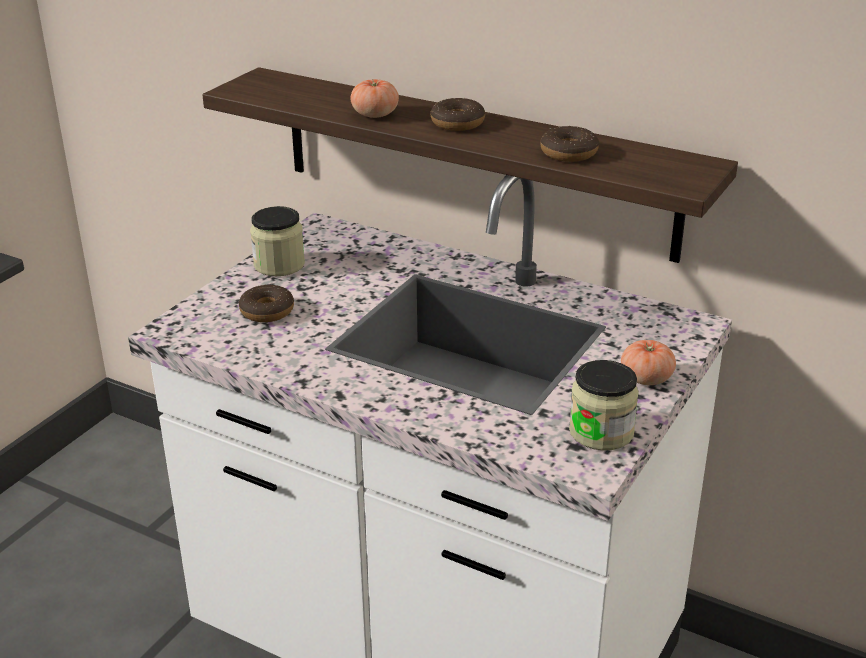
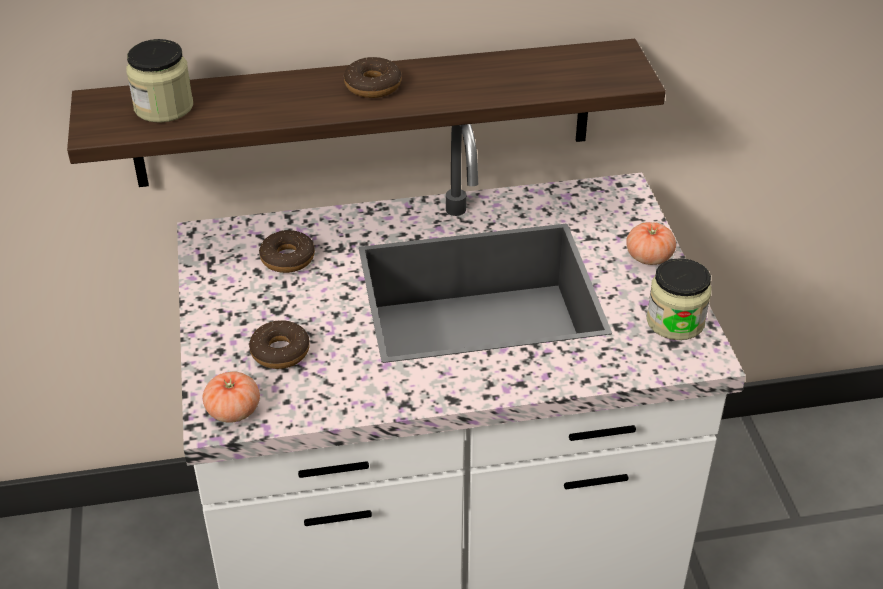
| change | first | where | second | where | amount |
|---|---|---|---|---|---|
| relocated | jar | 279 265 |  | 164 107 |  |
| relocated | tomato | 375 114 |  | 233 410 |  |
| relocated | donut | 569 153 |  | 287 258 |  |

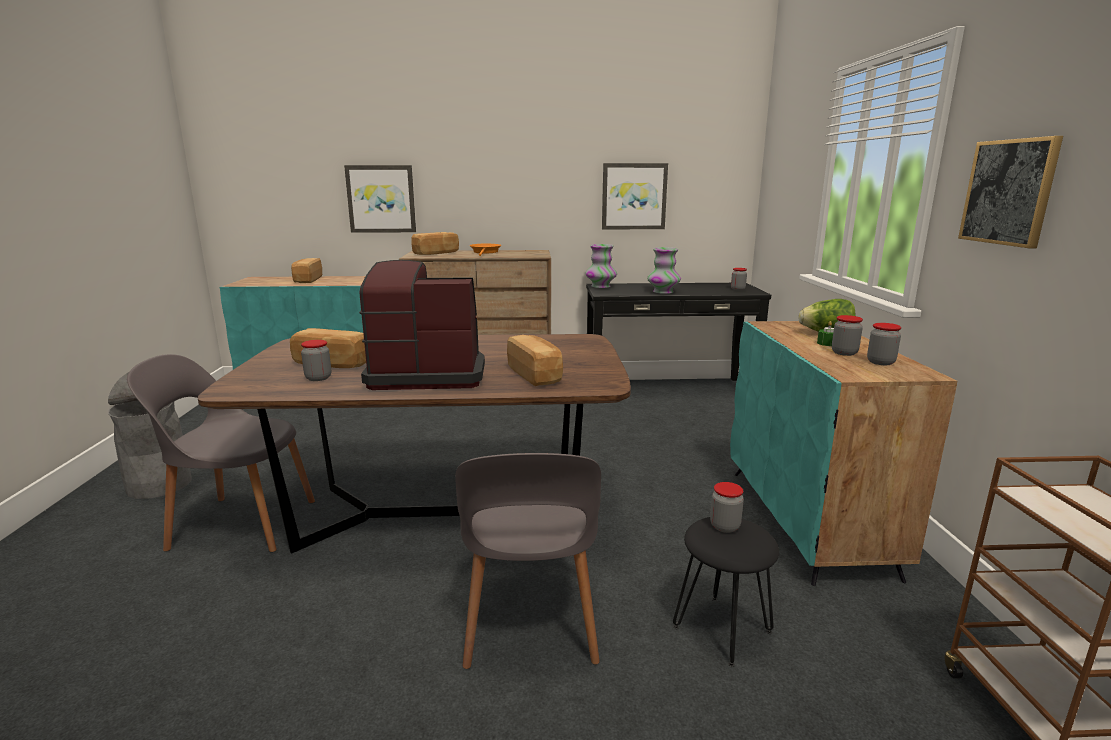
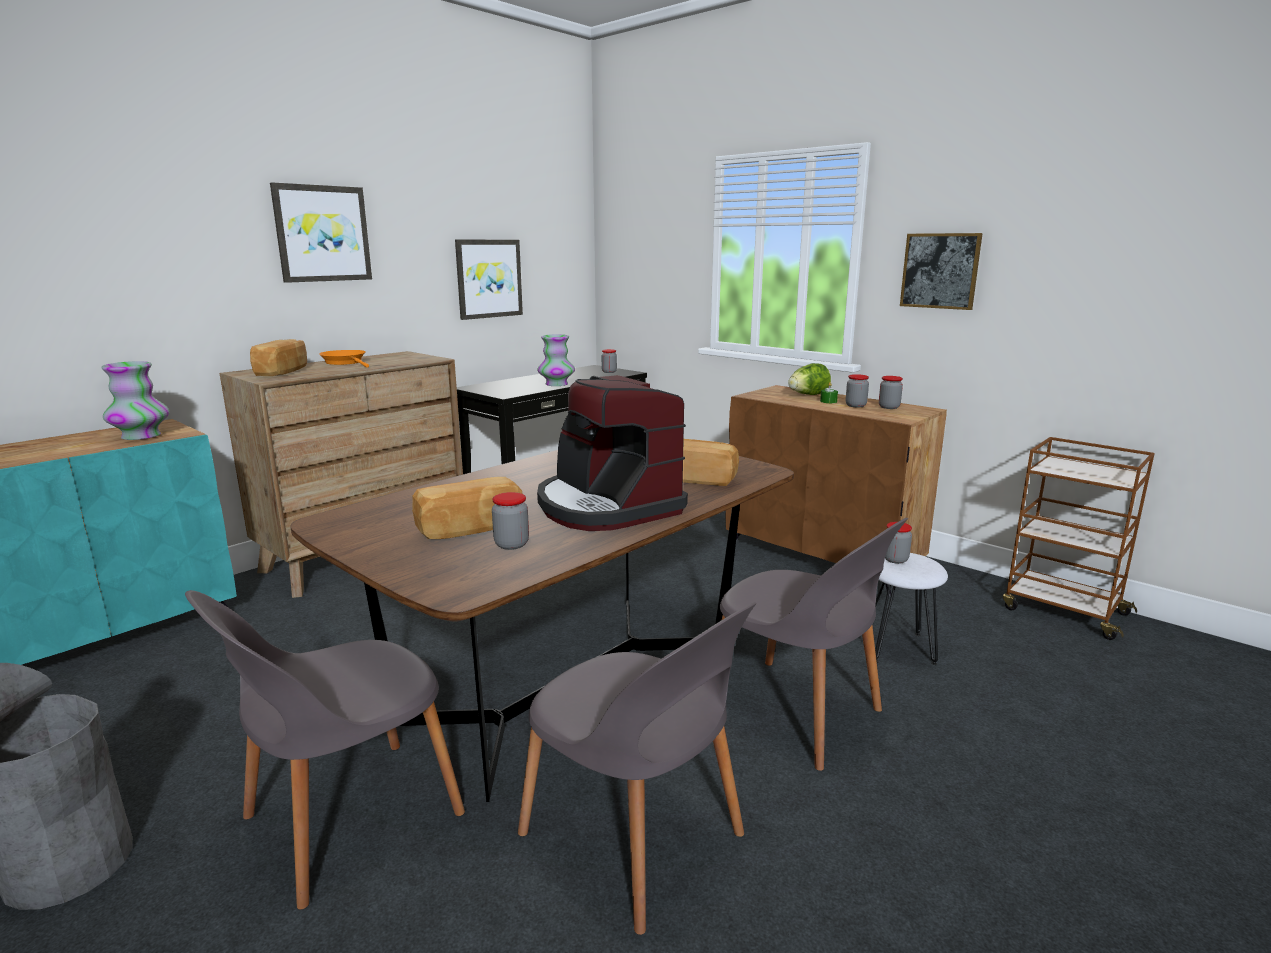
| change | first | where | second | where | amount |
|---|---|---|---|---|---|
| missing | bread | 307 280 |  |  |  |
| appeared |  |  | grey chair | 635 838 |  |
| relocated | picture | 381 199 |  | 322 233 |  |
| relocated | vase | 600 286 |  | 141 436 |  |
| colour | black stool | 723 630 | white stool | 898 647 |  |
| colour | turquoise cabinet | 808 521 | brown cabinet | 823 558 |  |
| spun | coffee machine | 426 374 |  | 607 506 | 75 degrees counterclockwise |

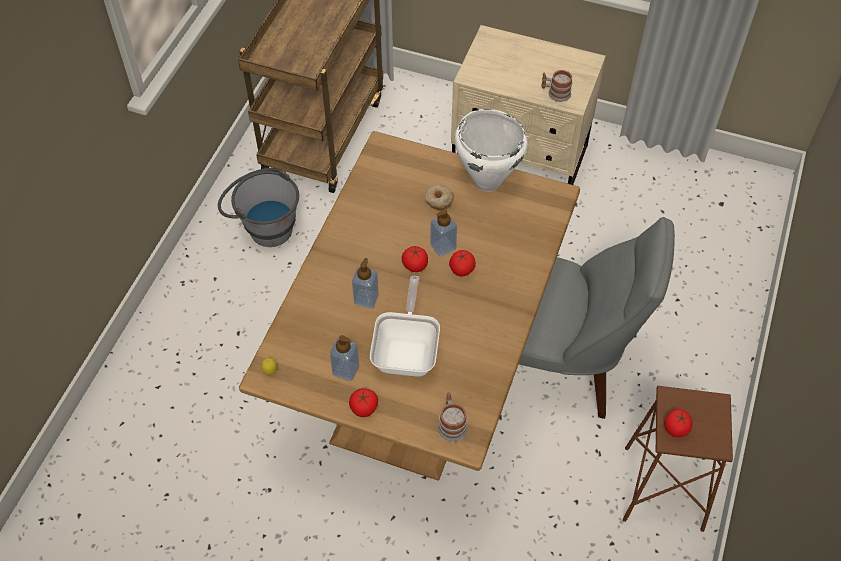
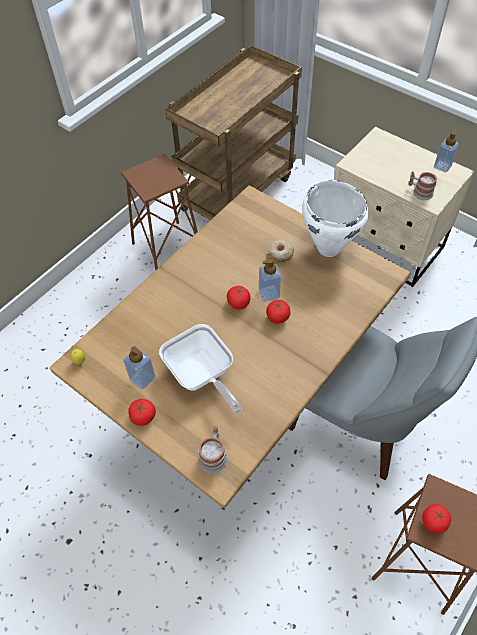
| change | first | where | second | where | amount |
|---|---|---|---|---|---|
| relocated | soap dispenser | 366 299 |  | 442 166 |  |
| exchanged | grey bucket | 264 226 | brown stool | 168 249 |  |
| spun | frying pan | 407 351 |  | 202 376 | 120 degrees clockwise |

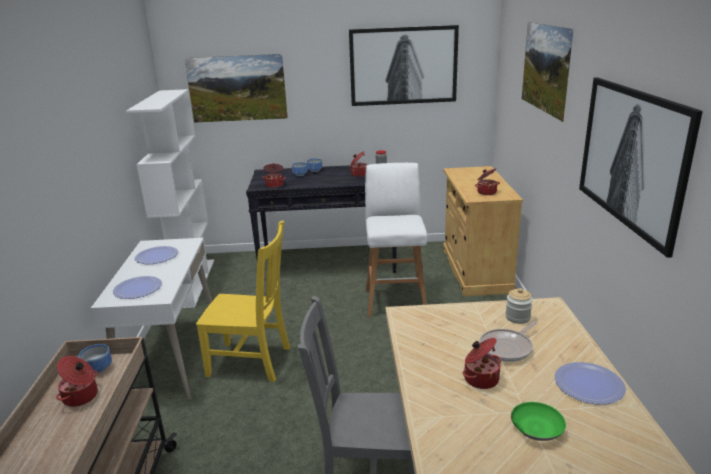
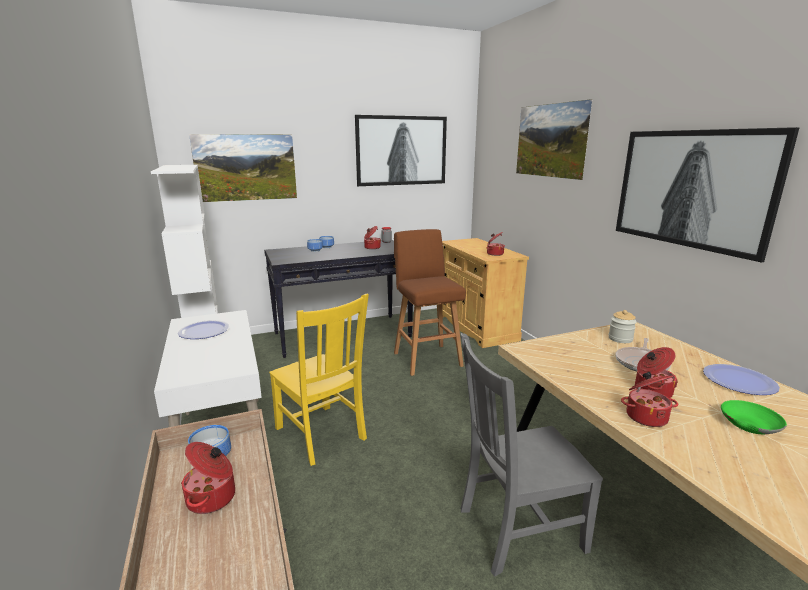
| change | first | where | second | where | amount |
|---|---|---|---|---|---|
| missing | plate | 138 289 |  |  |  |
| relocated | cooking pot | 274 185 |  | 646 416 |  |
| colour | white stool | 395 299 | brown stool | 426 358 |  |
| spun | yellow chair | 252 361 |  | 321 435 | 60 degrees clockwise |

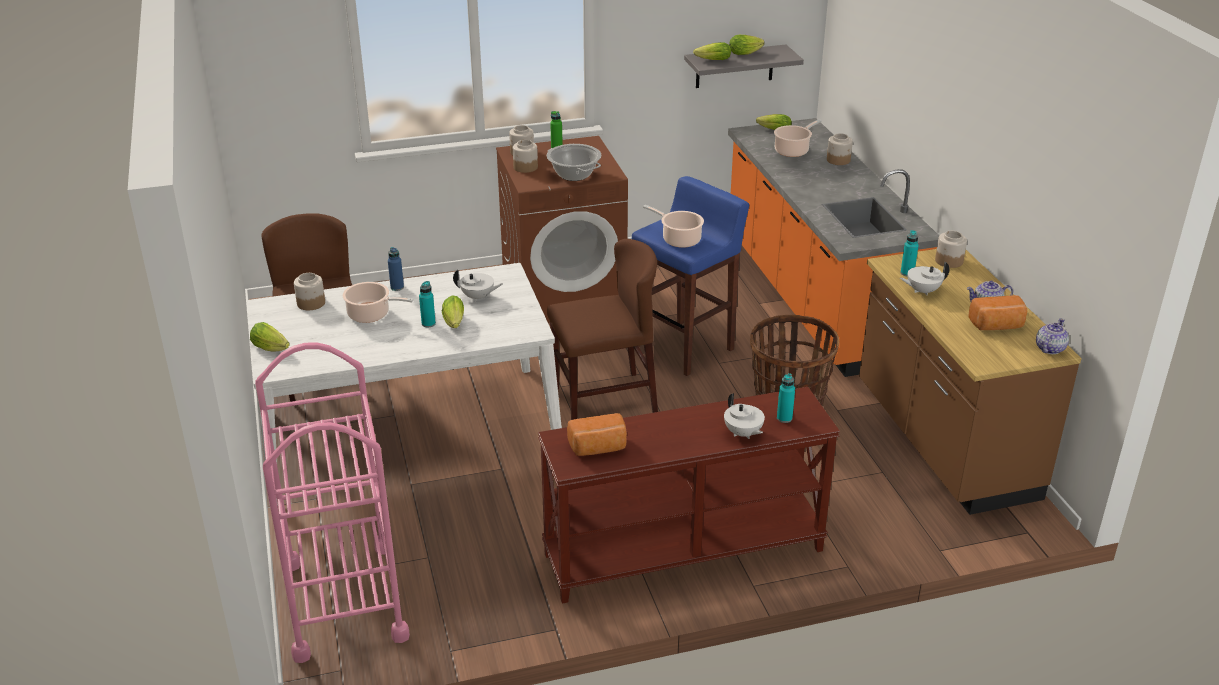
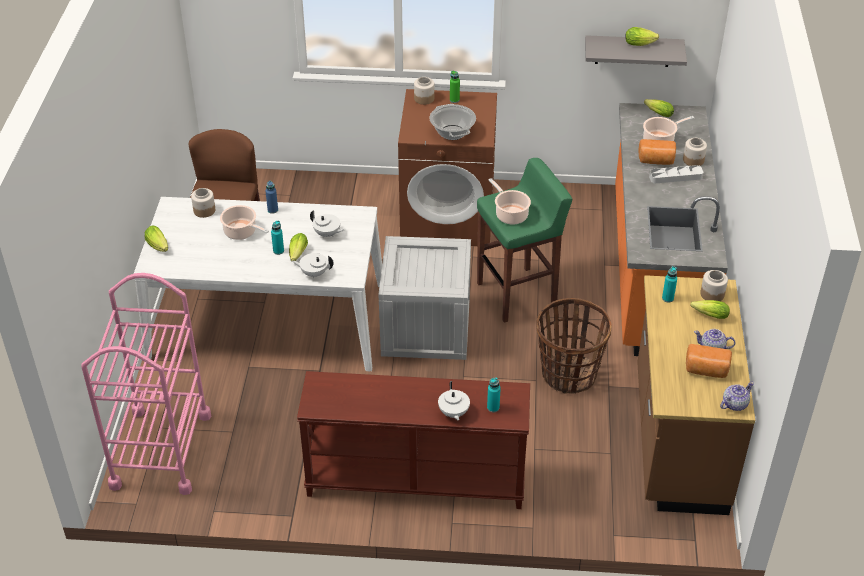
| change | first | where | second | where | amount |
|---|---|---|---|---|---|
| missing | jar | 525 167 |  |  |  |
| appeared |  |  | grey tray | 675 177 |  |
| relocated | bread | 598 448 |  | 656 161 |  |
| relocated | lettuce | 711 60 |  | 708 315 |  |
| relocated | white teapot | 922 291 |  | 314 273 |  |
| exchanged | brown chair | 604 400 | crate | 427 329 |  |
| colour | blue stool | 685 347 | green stool | 518 294 |  |

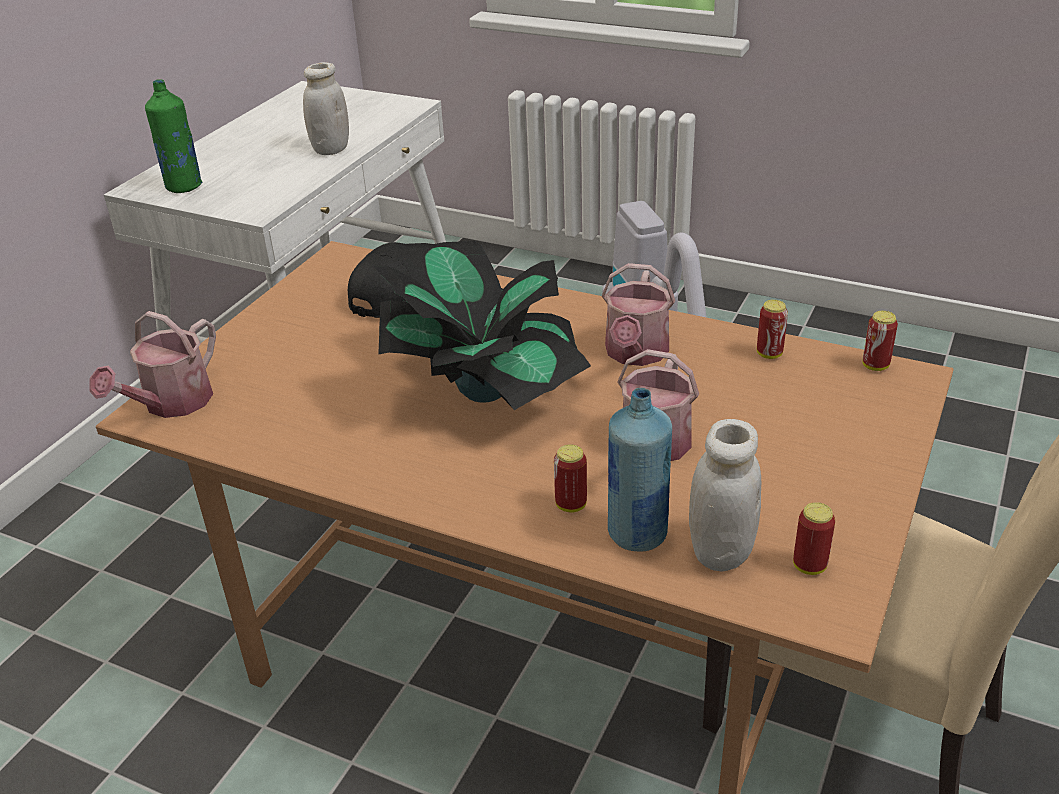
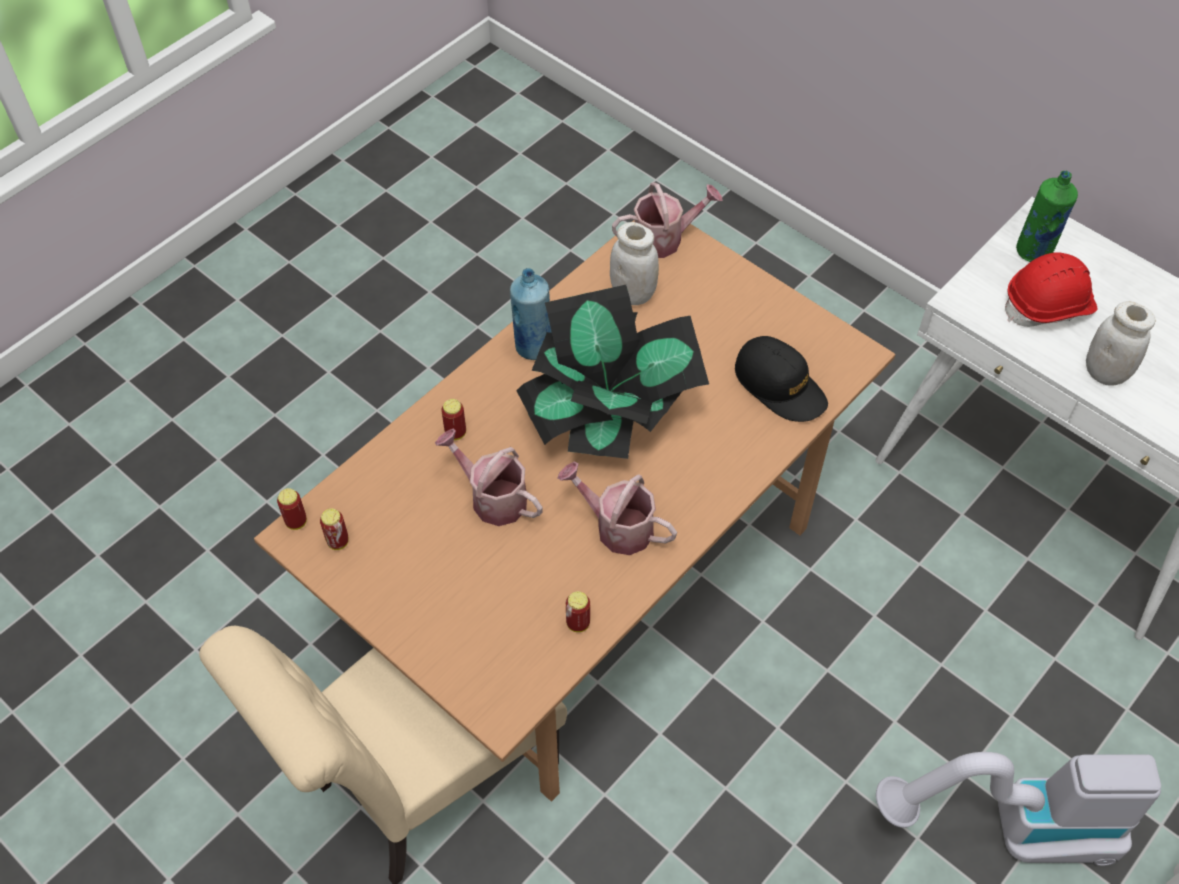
| change | first | where | second | where | amount |
|---|---|---|---|---|---|
| appeared |  |  | red hard hat | 1049 306 |  |
| relocated | blue bottle | 637 534 |  | 533 346 |  |
| relocated | white jar | 720 552 |  | 633 294 |  |
| relocated | can | 875 366 |  | 296 521 |  |
| spun | watering can | 171 404 |  | 664 238 | 120 degrees clockwise |

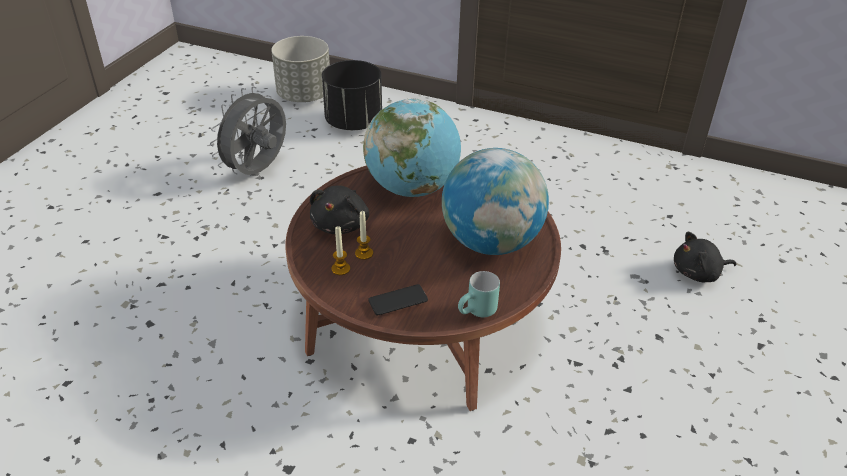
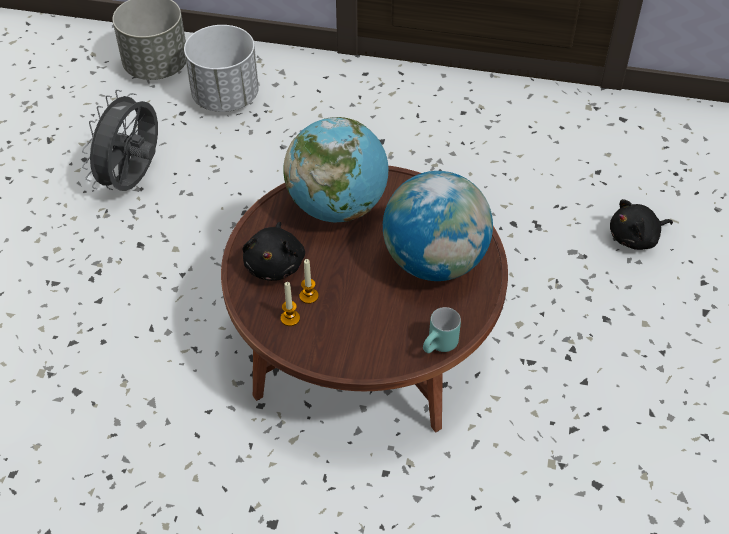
| change | first | where | second | where | amount |
|---|---|---|---|---|---|
| missing | phone | 398 300 |  |  |  |
| colour | black planter | 353 123 | white planter | 225 97 |  |

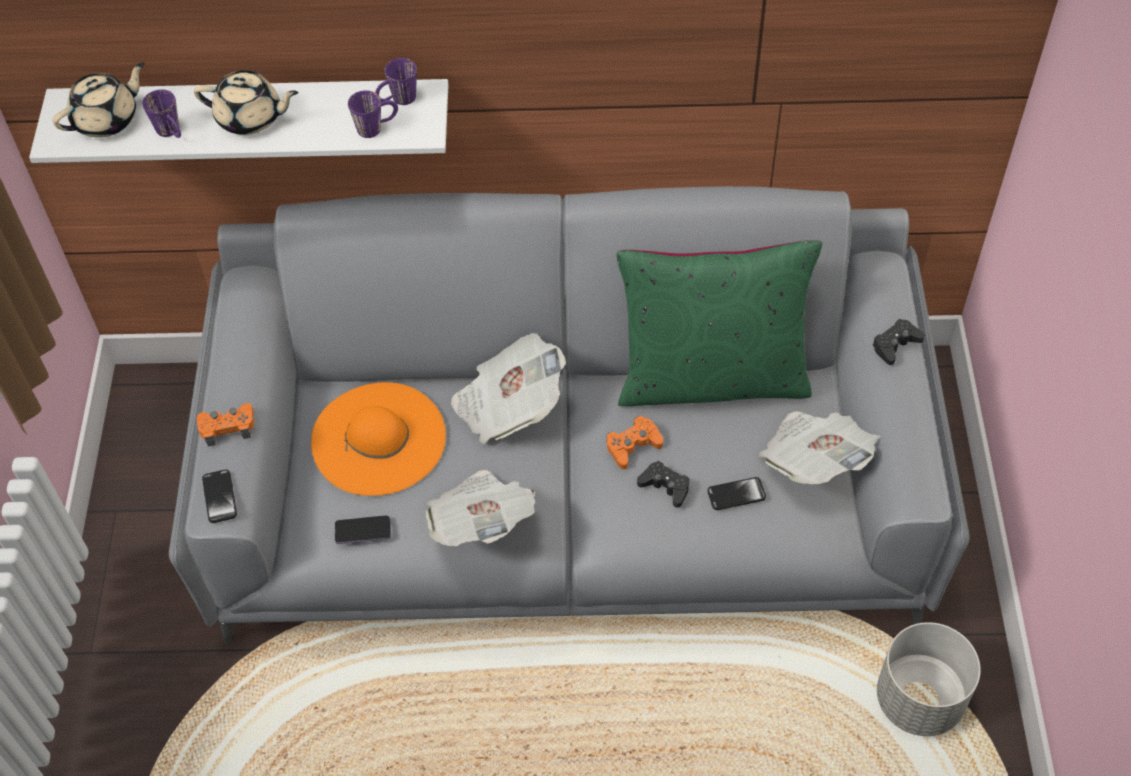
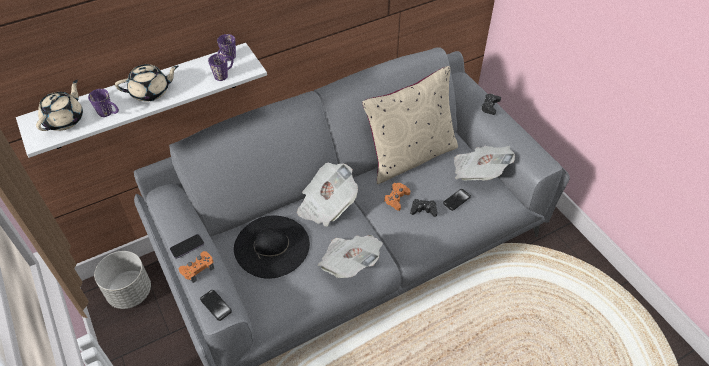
| change | first | where | second | where | amount |
|---|---|---|---|---|---|
| relocated | phone | 363 531 |  | 187 247 |  |
| relocated | grey planter | 919 699 |  | 130 292 |  |
| colour | orange hat | 378 438 | black hat | 272 246 |  |
| colour | green pillow | 712 377 | beige pillow | 410 156 |  |

